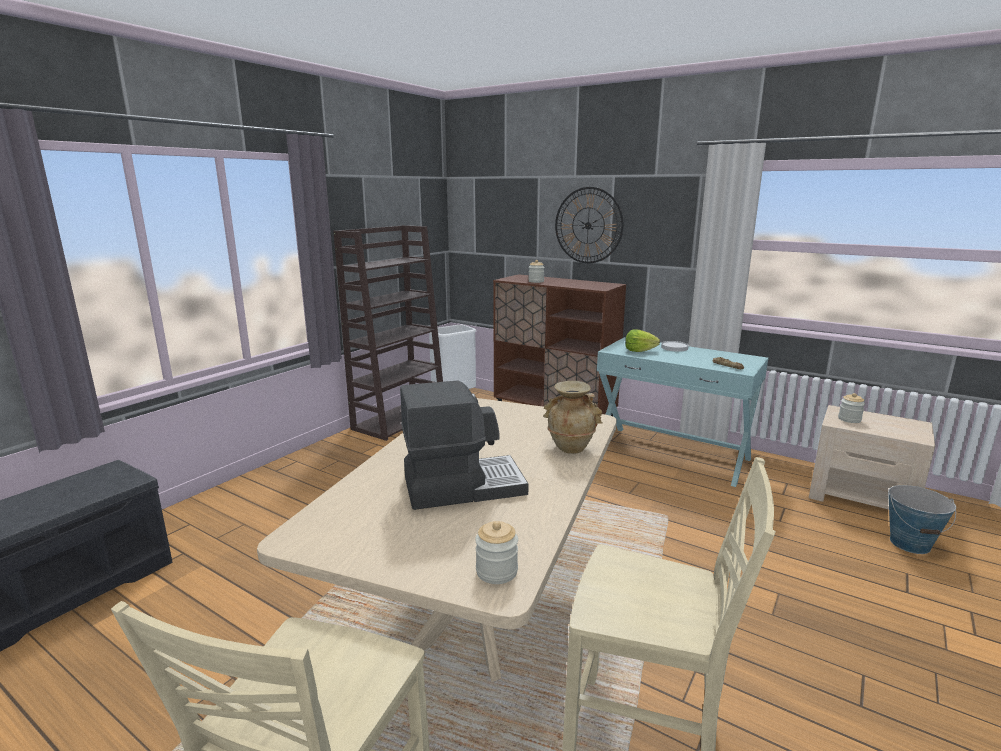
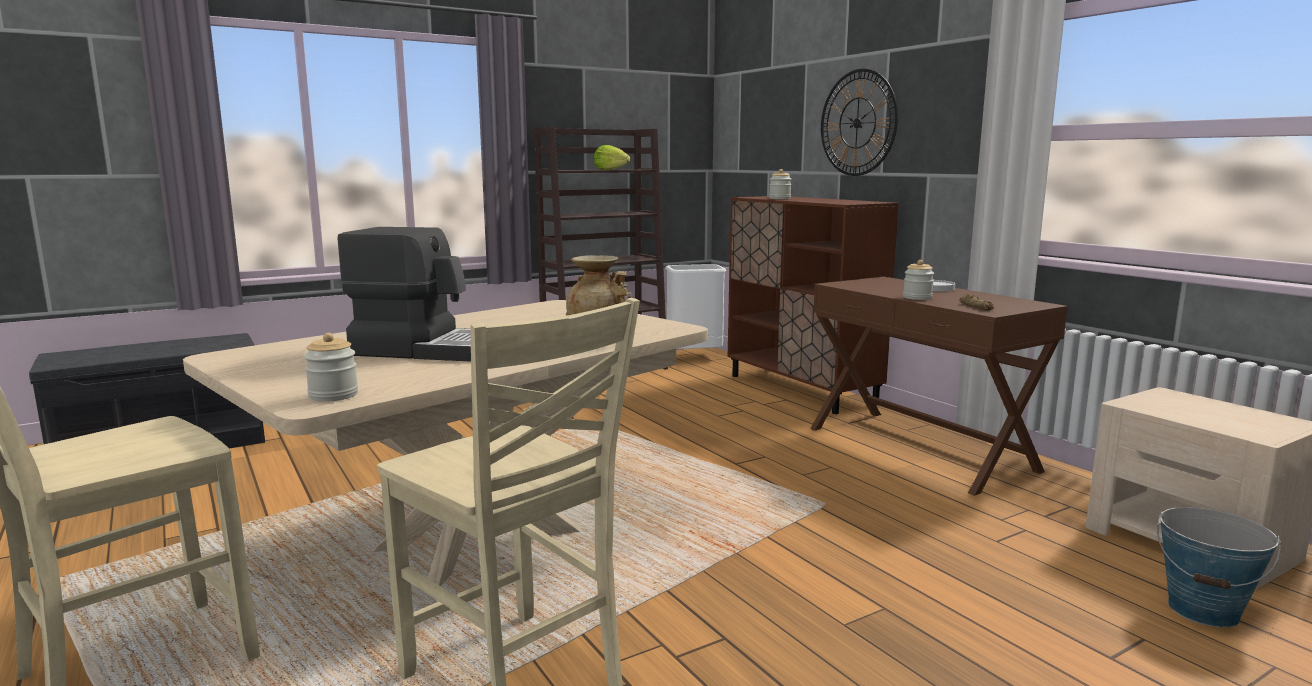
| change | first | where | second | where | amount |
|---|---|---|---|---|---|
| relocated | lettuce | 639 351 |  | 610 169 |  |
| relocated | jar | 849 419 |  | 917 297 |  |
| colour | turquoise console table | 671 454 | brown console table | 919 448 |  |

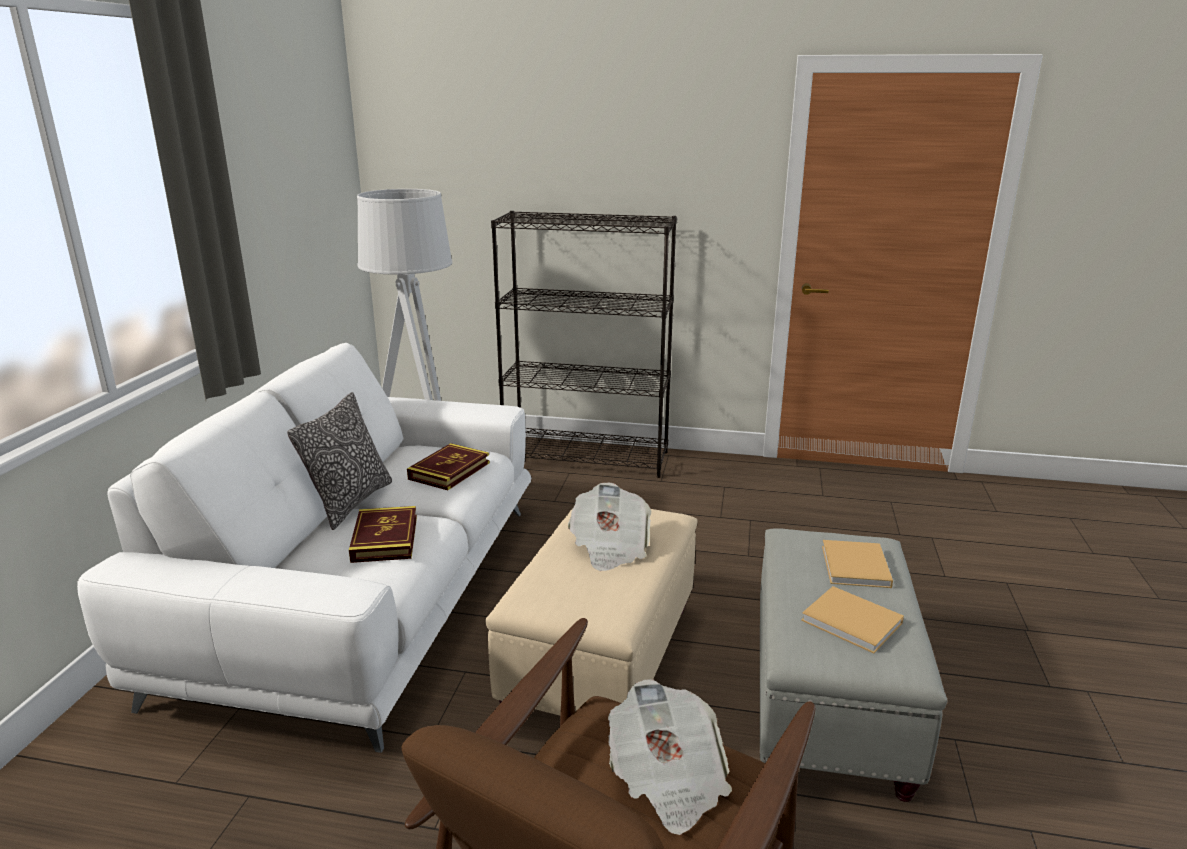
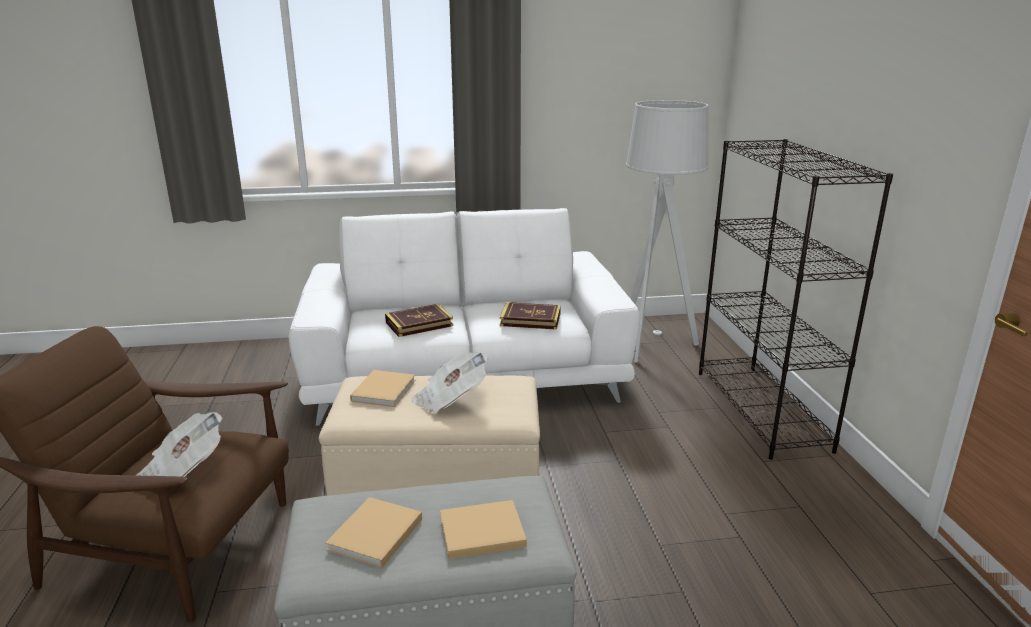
| change | first | where | second | where | amount |
|---|---|---|---|---|---|
| missing | pillow | 350 502 |  |  |  |
| appeared |  |  | beige book | 384 389 |  |

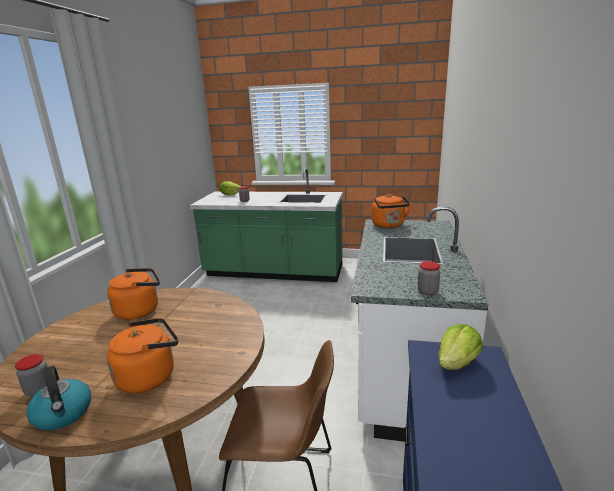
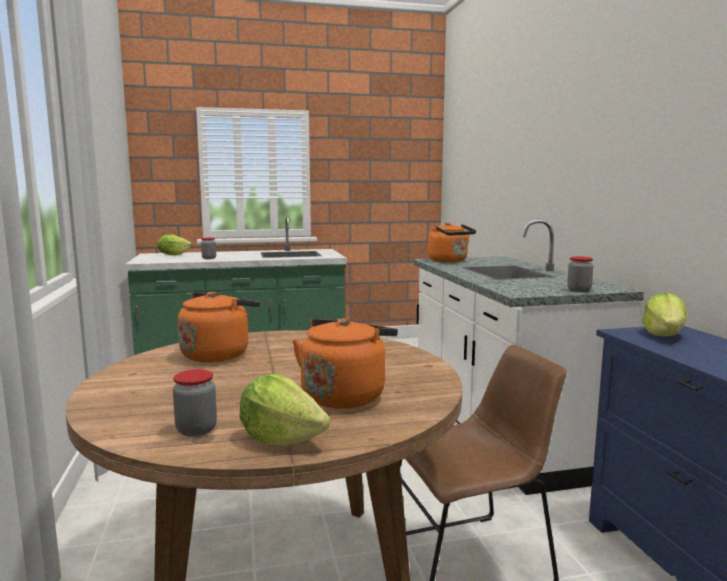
| change | first | where | second | where | amount |
|---|---|---|---|---|---|
| exchanged | kettle | 64 414 | lettuce | 281 439 |  |

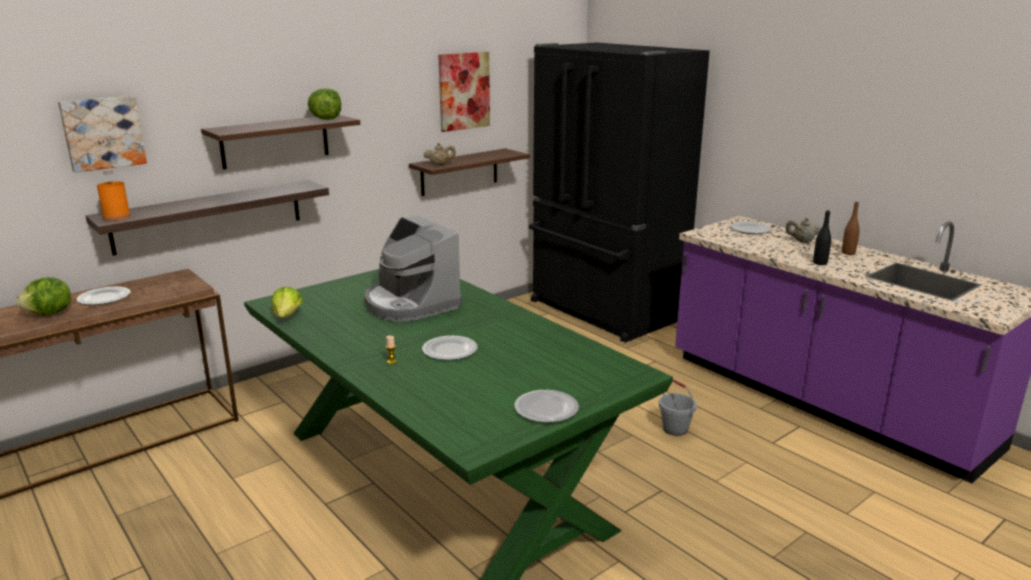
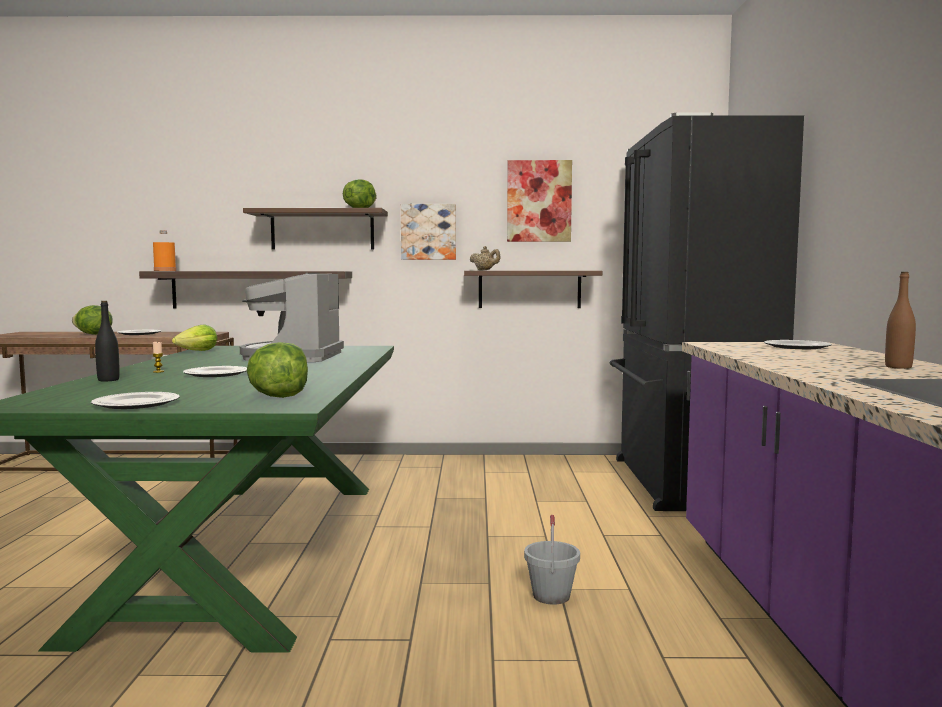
| change | first | where | second | where | amount |
|---|---|---|---|---|---|
| missing | beige teapot | 802 241 |  |  |  |
| appeared |  |  | lettuce | 279 396 |  |
| relocated | picture | 103 133 |  | 428 232 |  |
| relocated | black bottle | 820 263 |  | 108 380 |  |

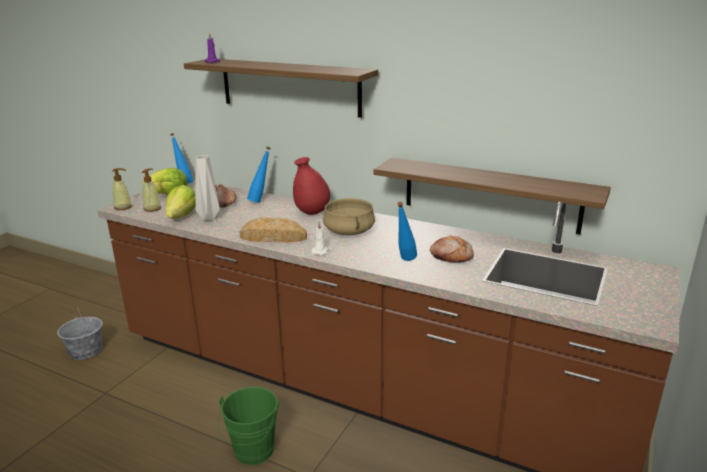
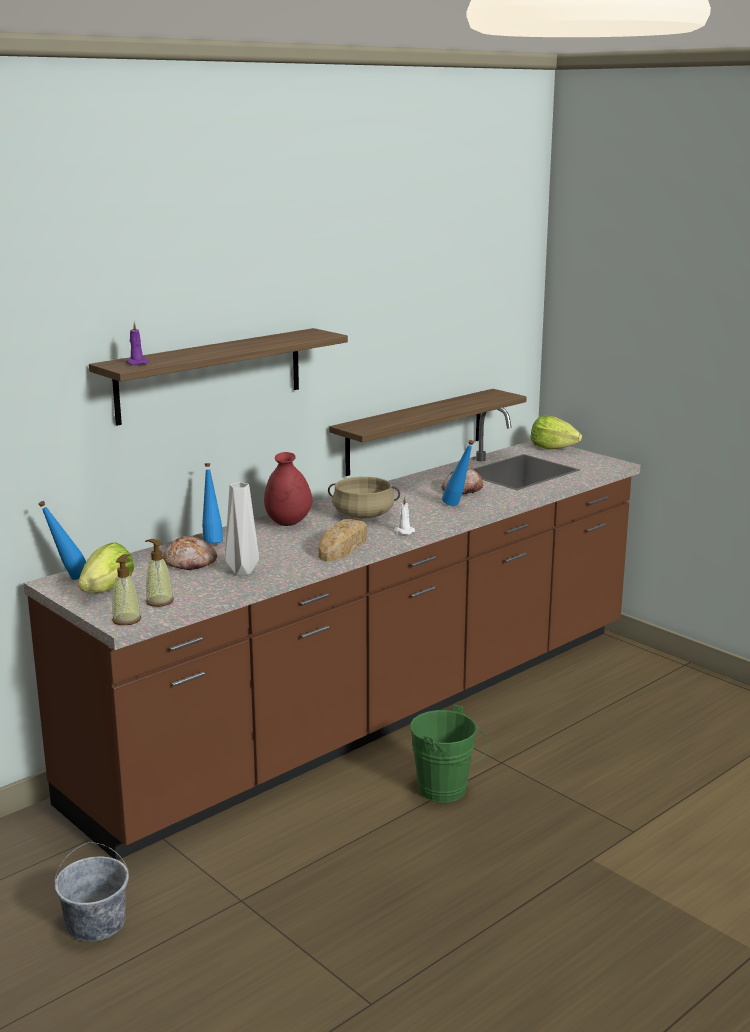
| change | first | where | second | where | amount |
|---|---|---|---|---|---|
| relocated | lettuce | 181 216 |  | 553 448 |  |

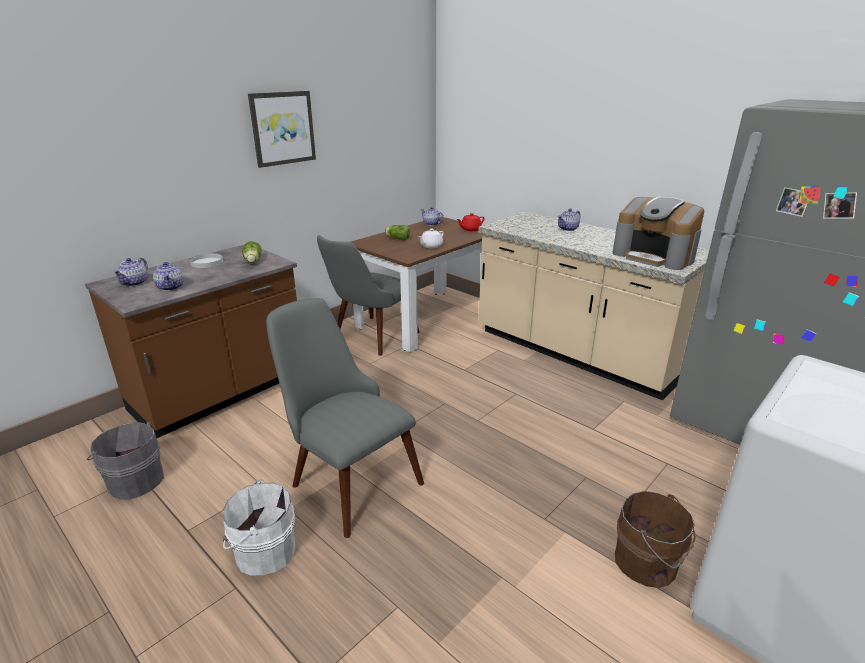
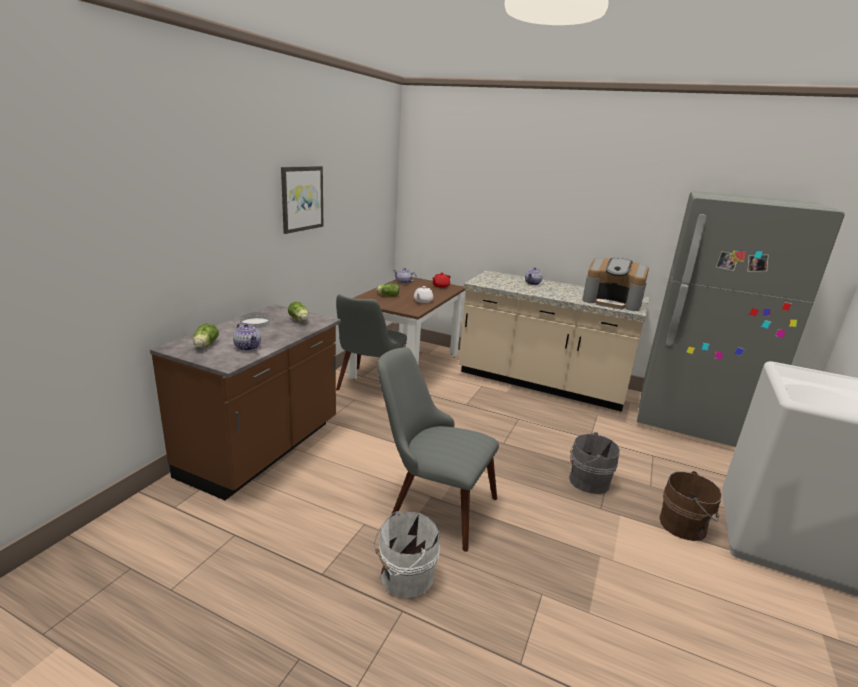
| change | first | where | second | where | amount |
|---|---|---|---|---|---|
| relocated | grey bucket | 135 480 |  | 587 480 |  |
| exchanged | teapot | 135 283 | lettuce | 205 345 |  |

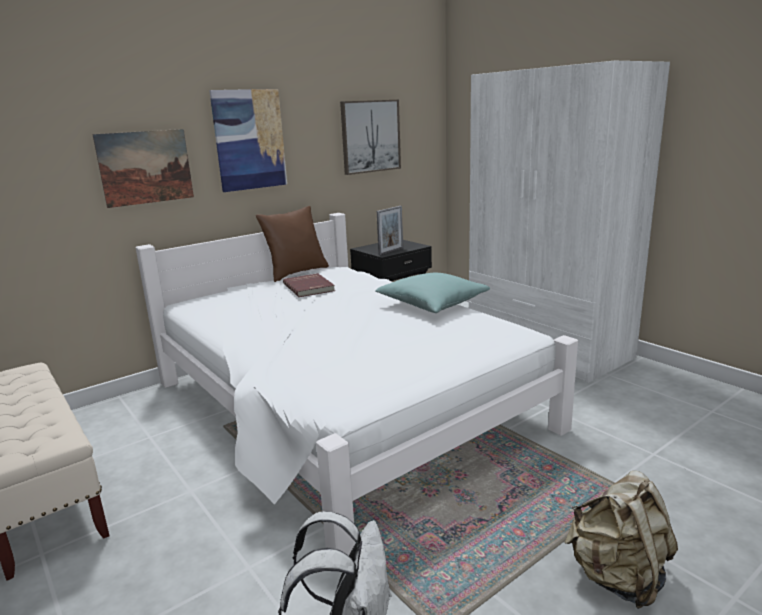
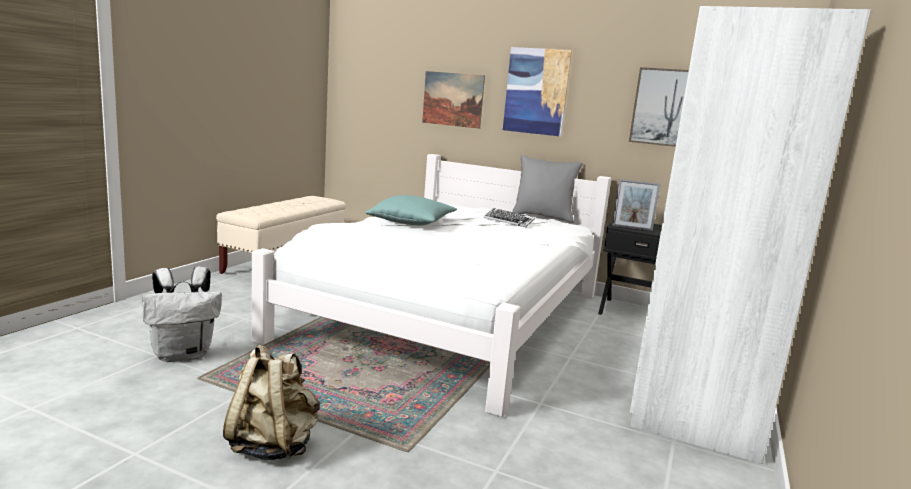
| change | first | where | second | where | amount |
|---|---|---|---|---|---|
| relocated | turquoise pillow | 432 304 |  | 412 222 |  |
| exchanged | red book | 309 287 | keyboard | 508 221 |  |
| colour | brown pillow | 296 273 | grey pillow | 543 217 |  |

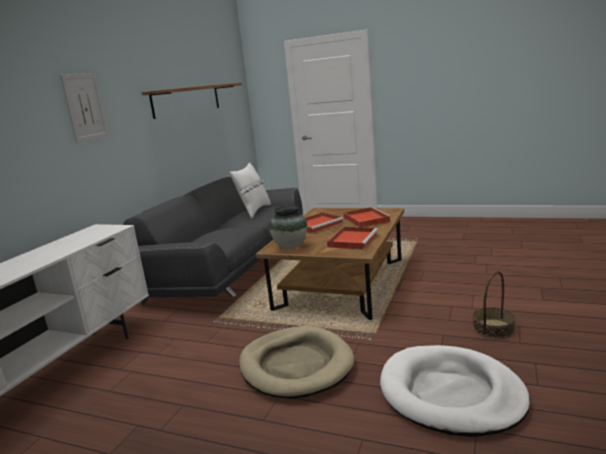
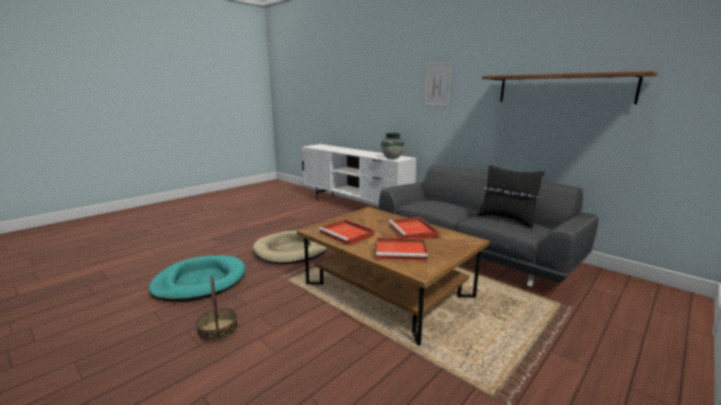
| change | first | where | second | where | amount |
|---|---|---|---|---|---|
| relocated | vase | 290 246 |  | 392 158 |  |
| colour | white pillow | 254 211 | black pillow | 506 219 |  |
| colour | white dog bed | 451 394 | turquoise dog bed | 200 282 |  |

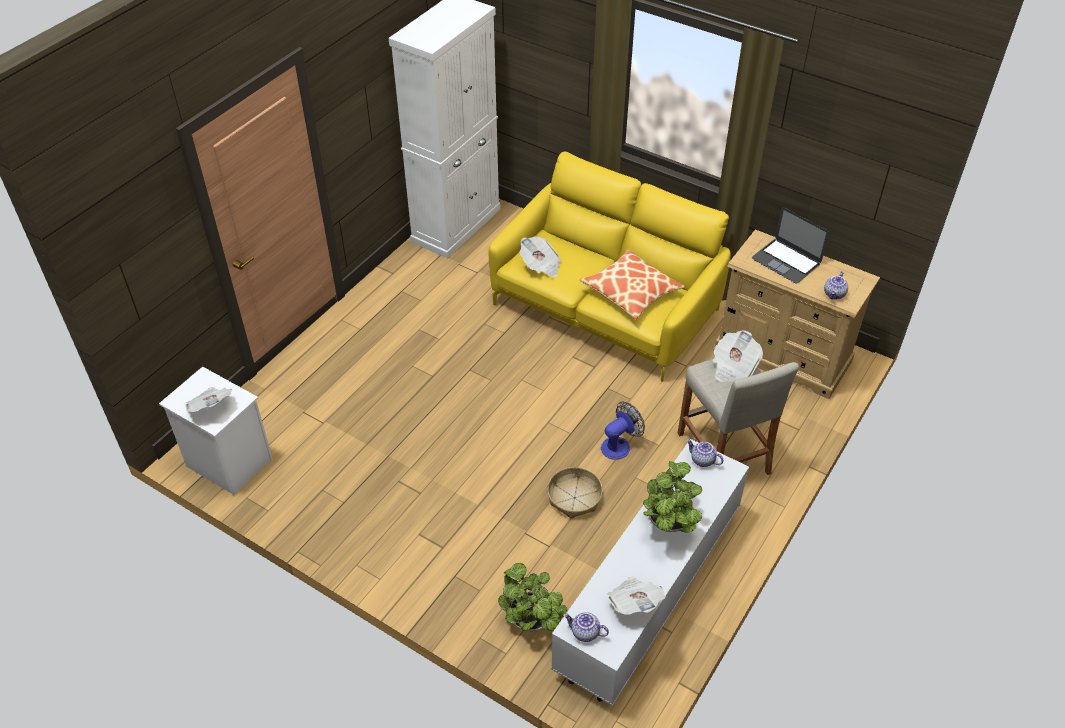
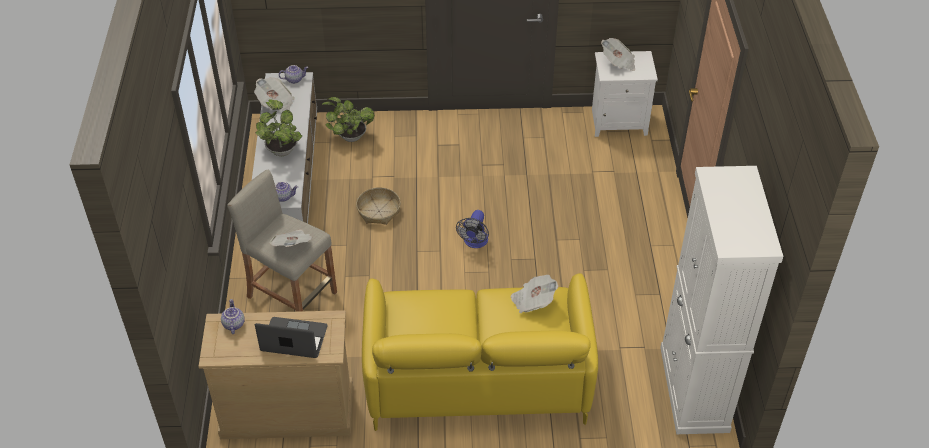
| change | first | where | second | where | amount |
|---|---|---|---|---|---|
| missing | pillow | 631 291 |  |  |  |
| relocated | fan | 619 445 |  | 474 242 |  |

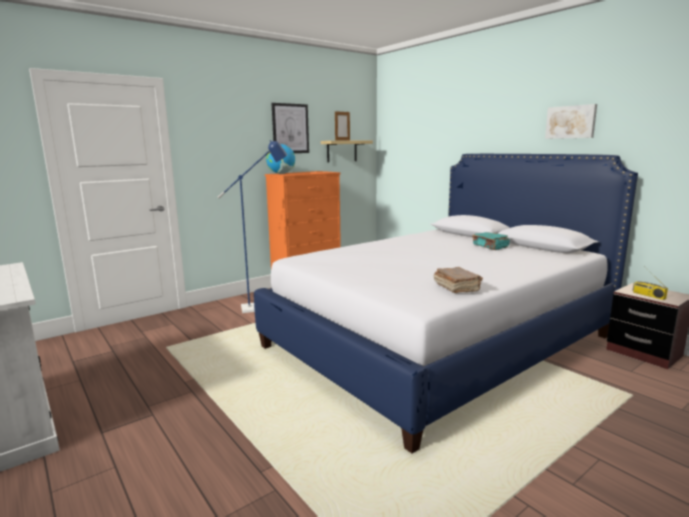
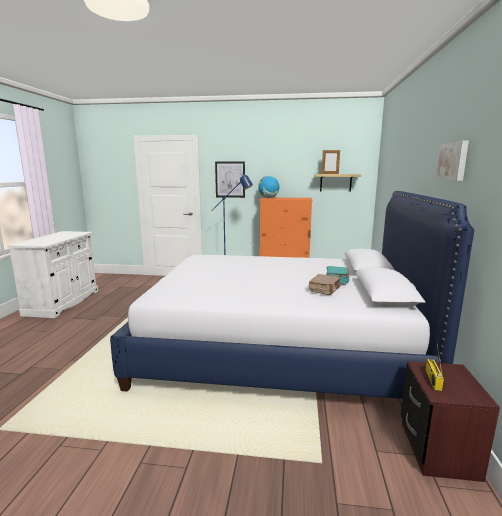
| change | first | where | second | where | amount |
|---|---|---|---|---|---|
| relocated | picture | 290 128 |  | 230 179 |  |
| relocated | brown book | 456 288 |  | 324 290 |  |

